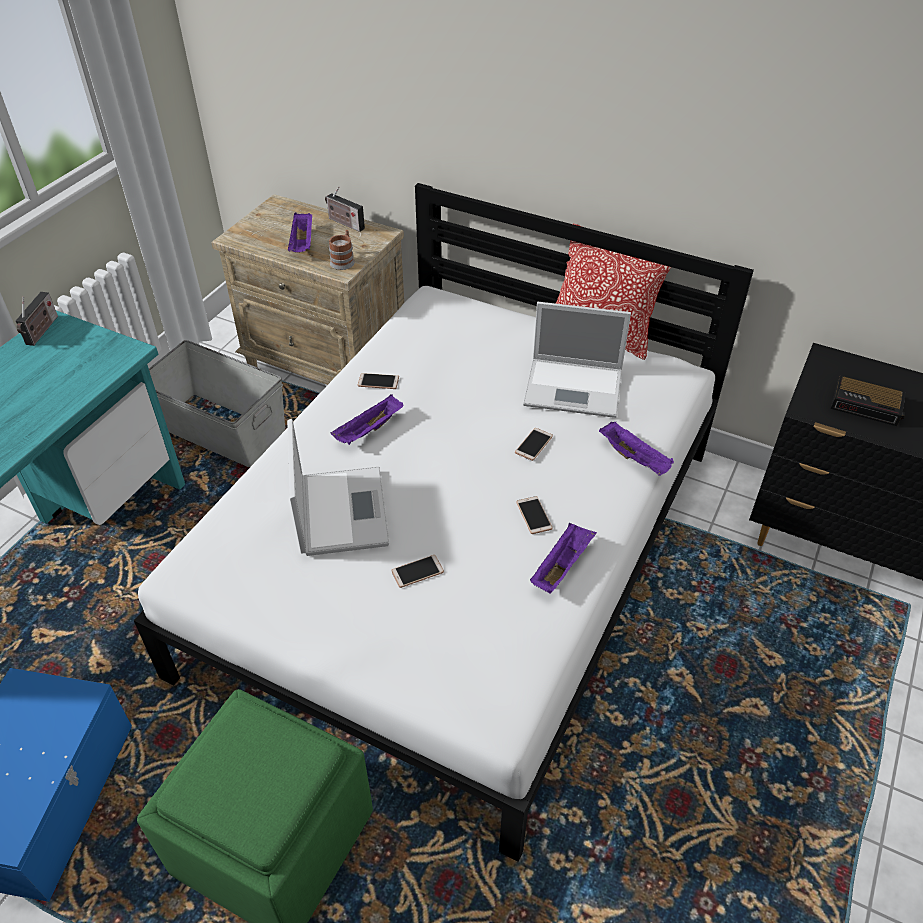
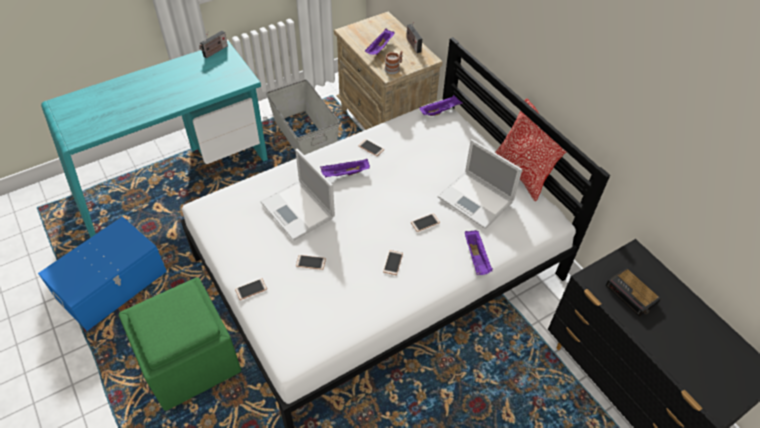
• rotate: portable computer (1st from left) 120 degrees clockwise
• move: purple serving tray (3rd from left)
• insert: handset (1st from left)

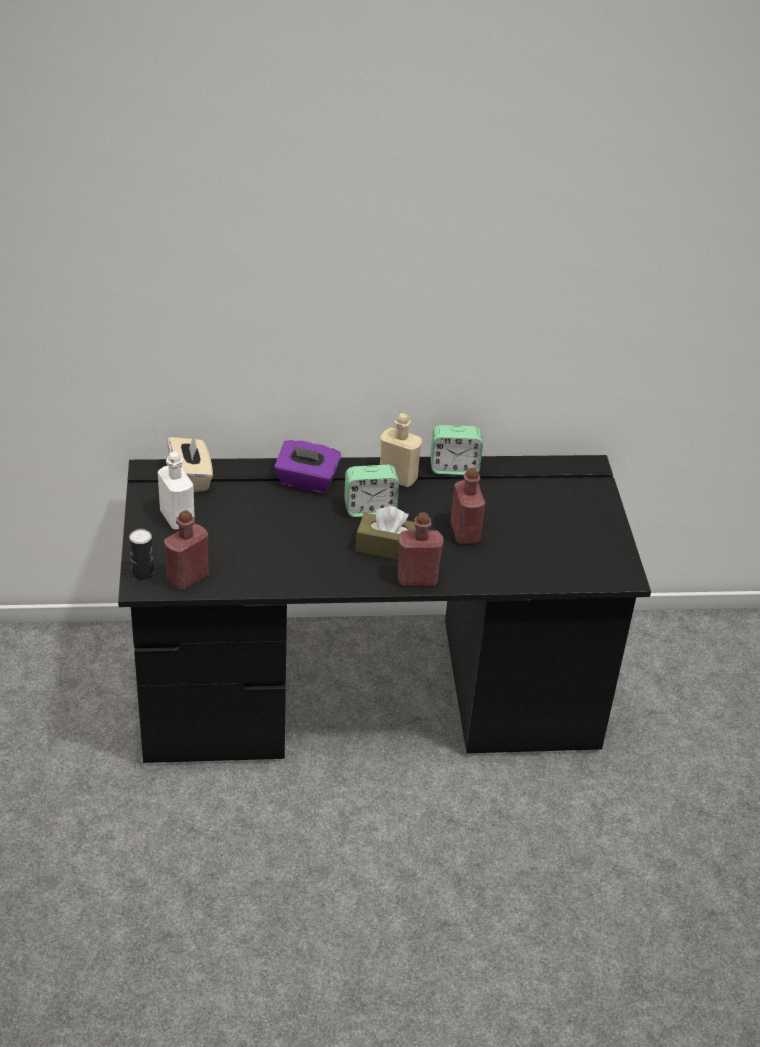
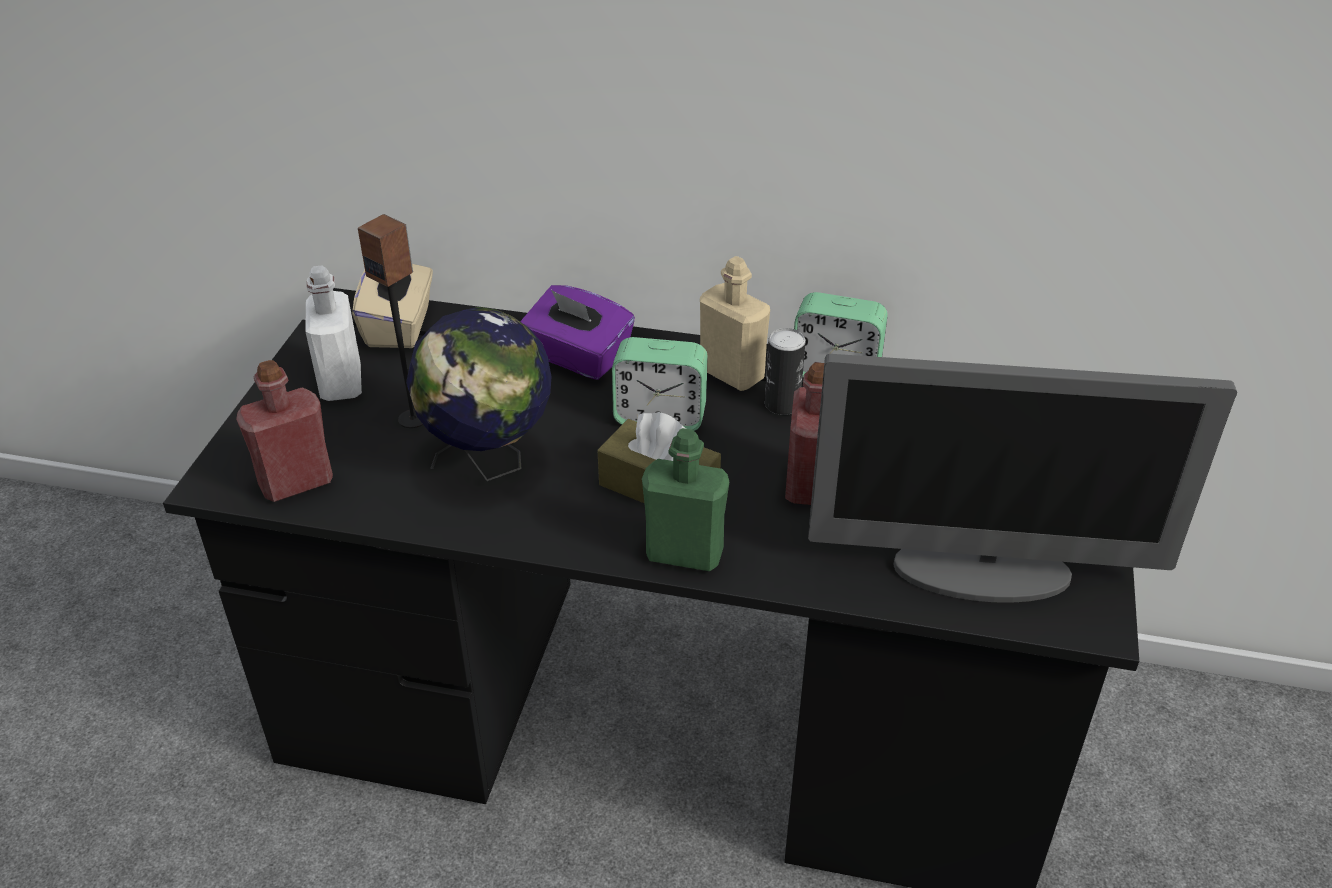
• recolor: red-coloured drink bottle (2nd from left) to green-coloured drink bottle
• move: can
• insert: audio speaker
• insert: globe
• insert: monitor

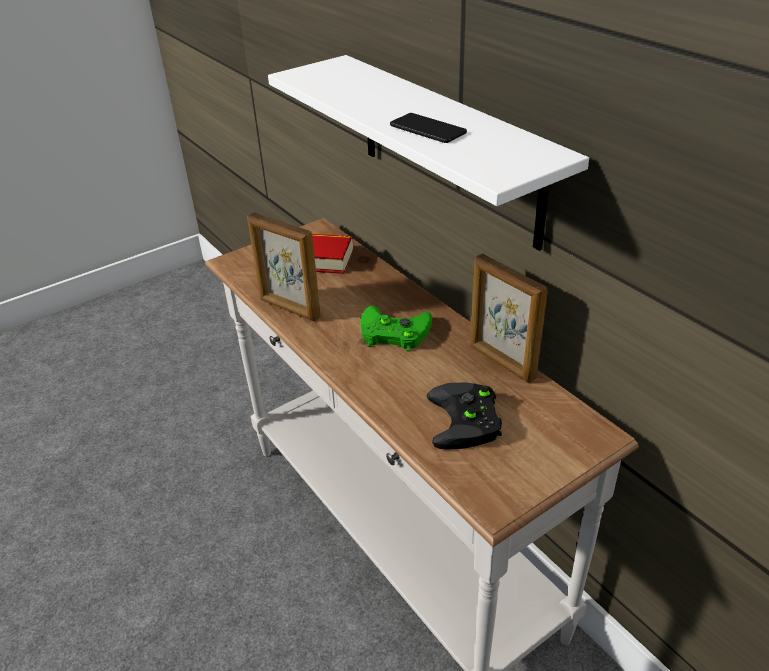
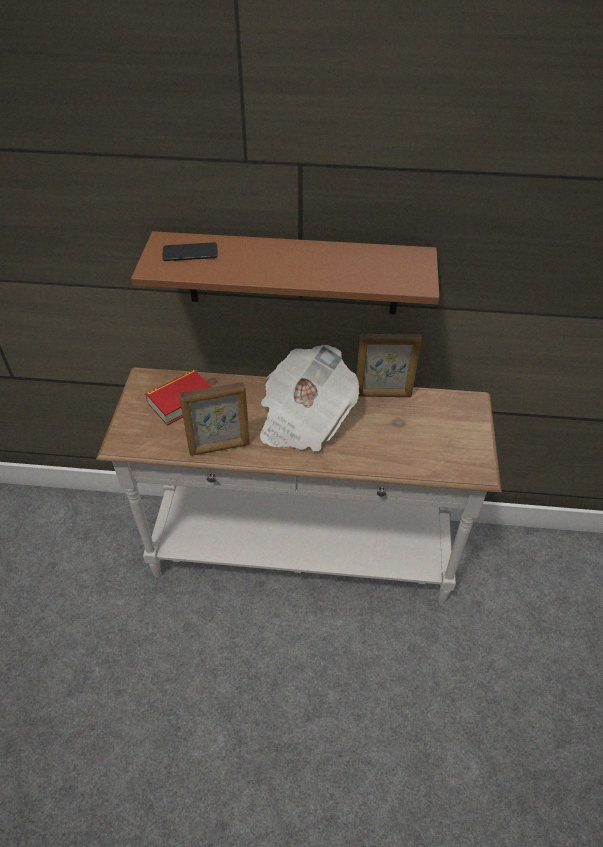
• recolor: white-coloured shelf to brownish shelf
• move: handset
• replace: green-coloured joypad to printed paper
• delete: black-coloured joypad

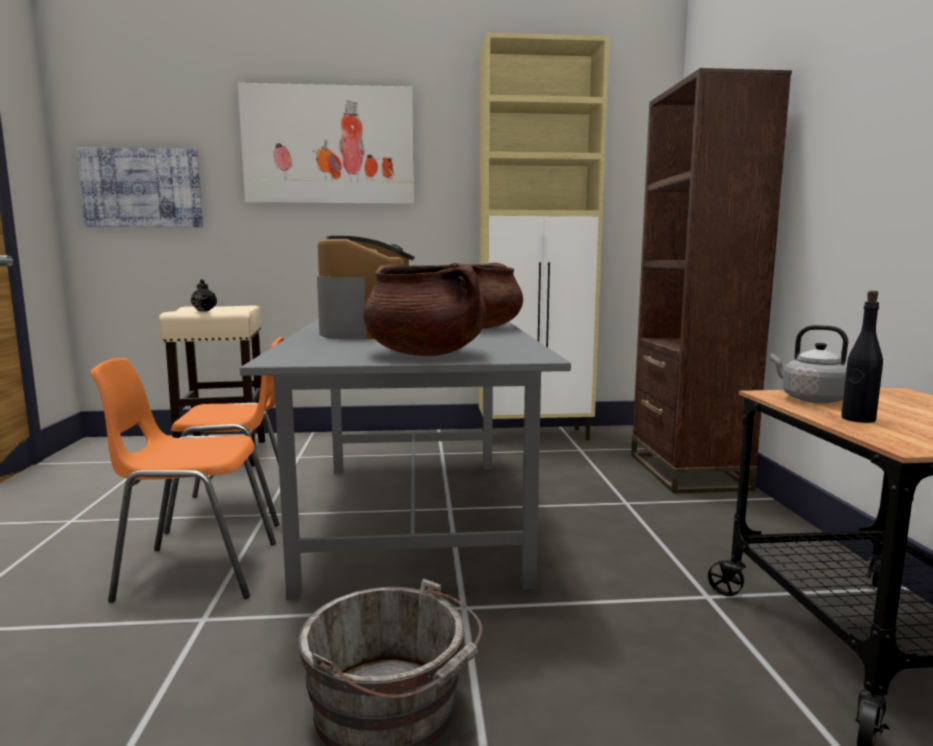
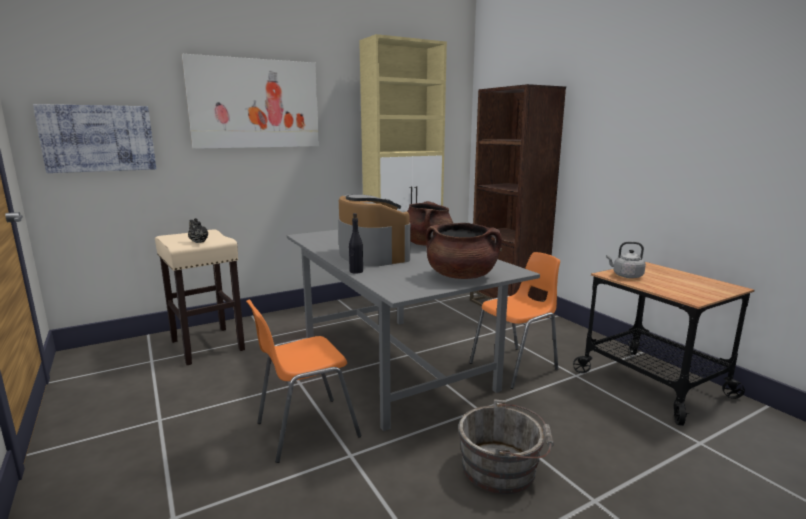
• move: black-coloured drink bottle
• move: orange chair (2nd from left)

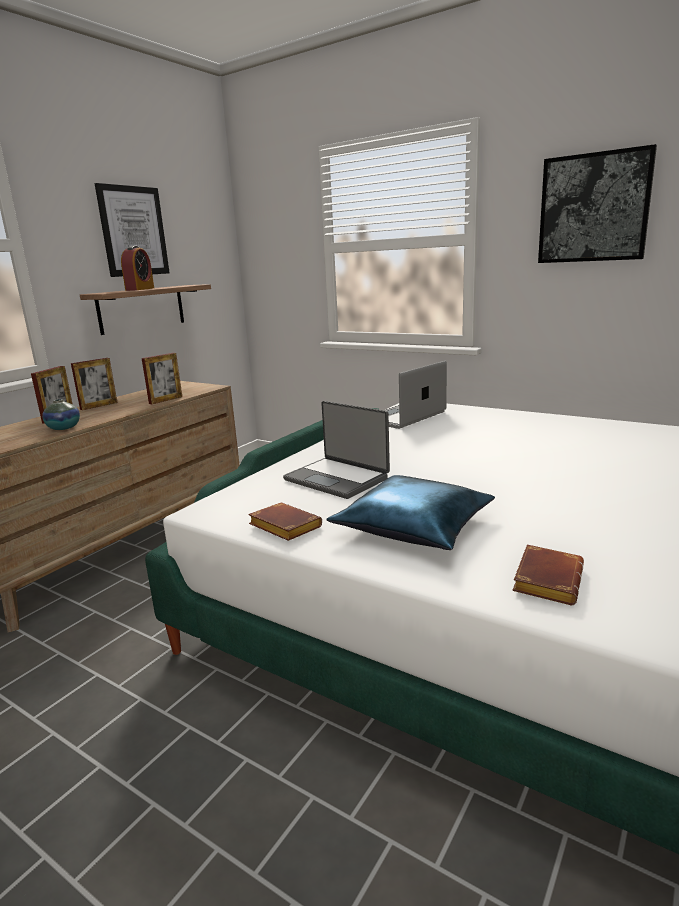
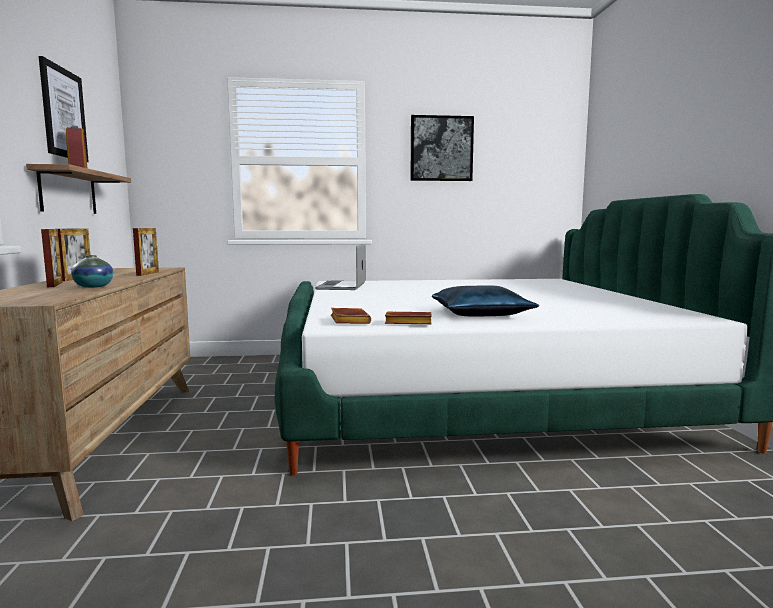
• delete: portable computer (1st from left)
• move: brownish bound book (2nd from left in the first image) to brownish bound book (1st from left)

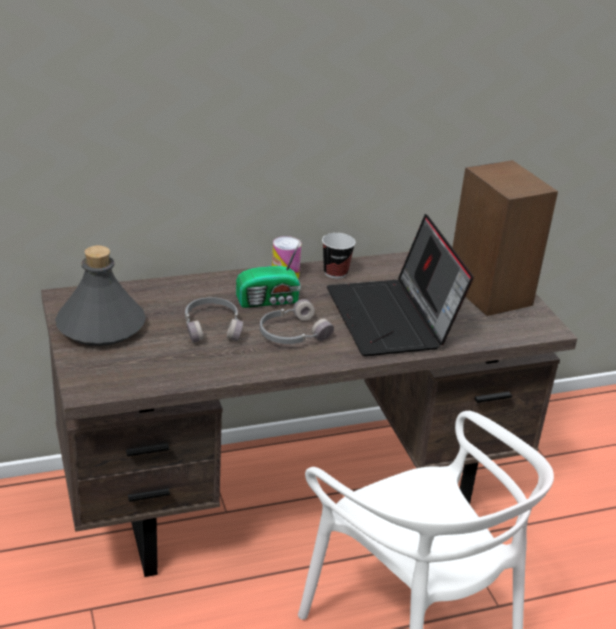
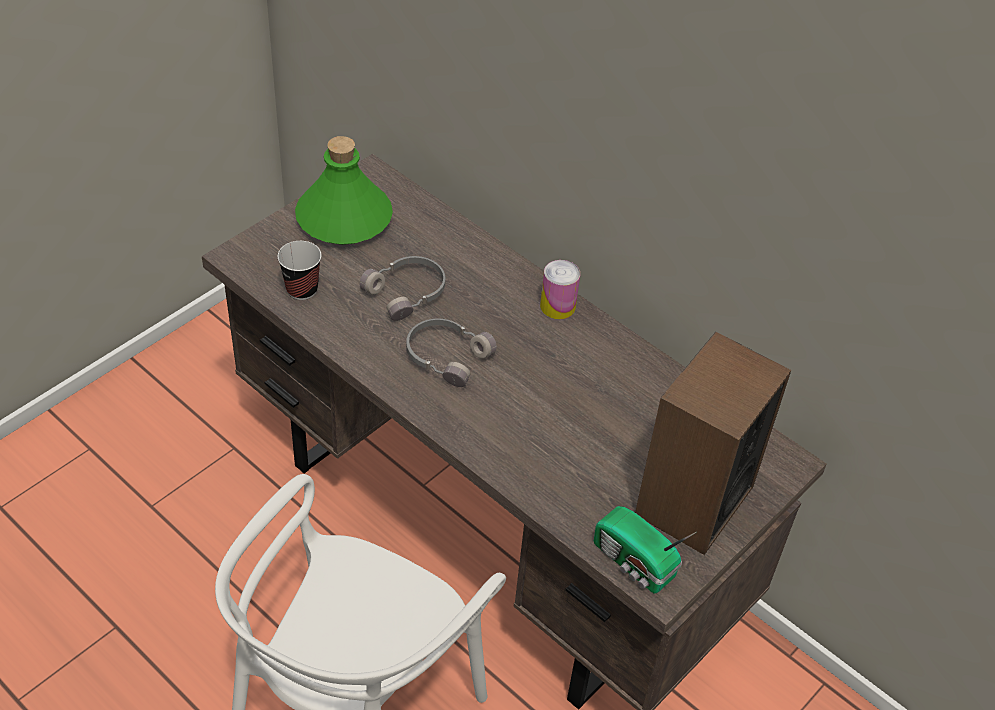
• delete: portable computer
• move: drinking cup
• move: radio
• recolor: greyish drink bottle to green-coloured drink bottle

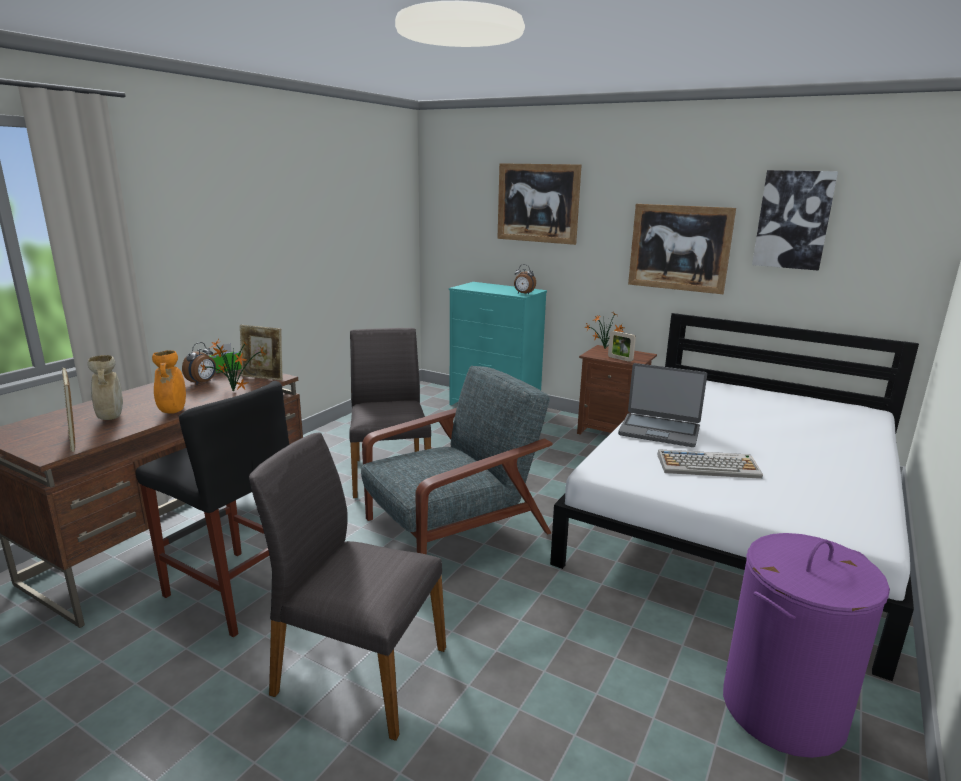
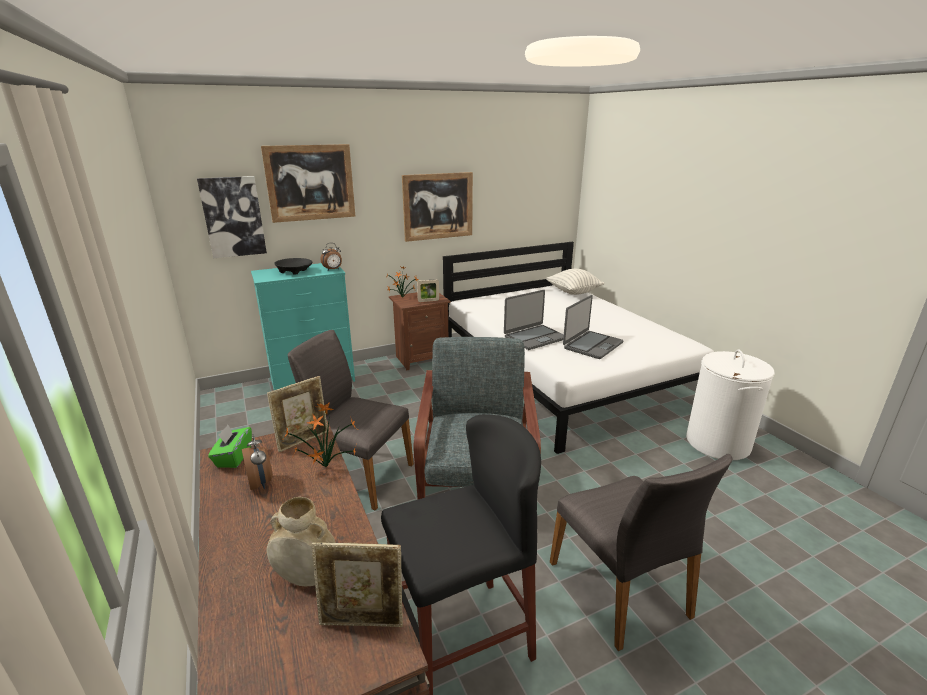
• move: wall art (3rd from left in the first image) to wall art (1st from left)
• delete: orange decorative vase
• rotate: greyish chair (1st from left in the first image) 75 degrees counterclockwise
• replace: keyboard to portable computer (2nd from left)
• recolor: purple hamper to white-coloured hamper
• insert: black-coloured deep dish
• insert: pillow

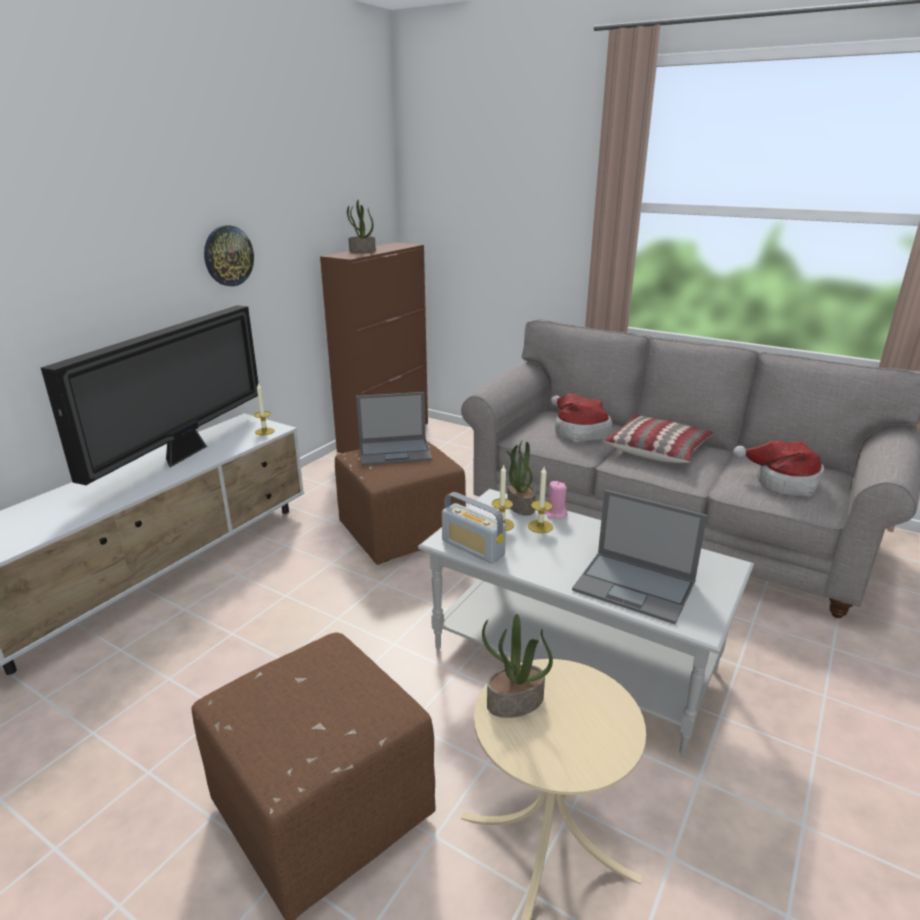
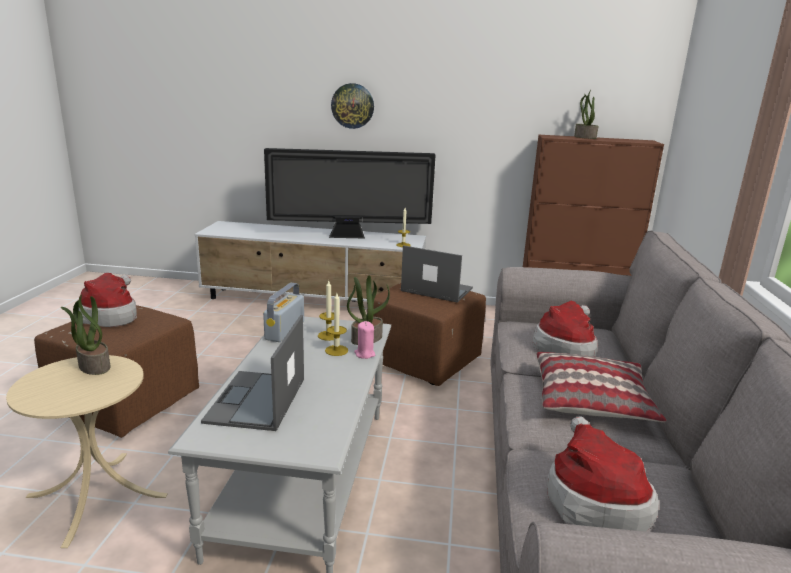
• move: clock on the wall
• rotate: portable computer (1st from left in the first image) 150 degrees clockwise
• insert: wearable hat (1st from left)

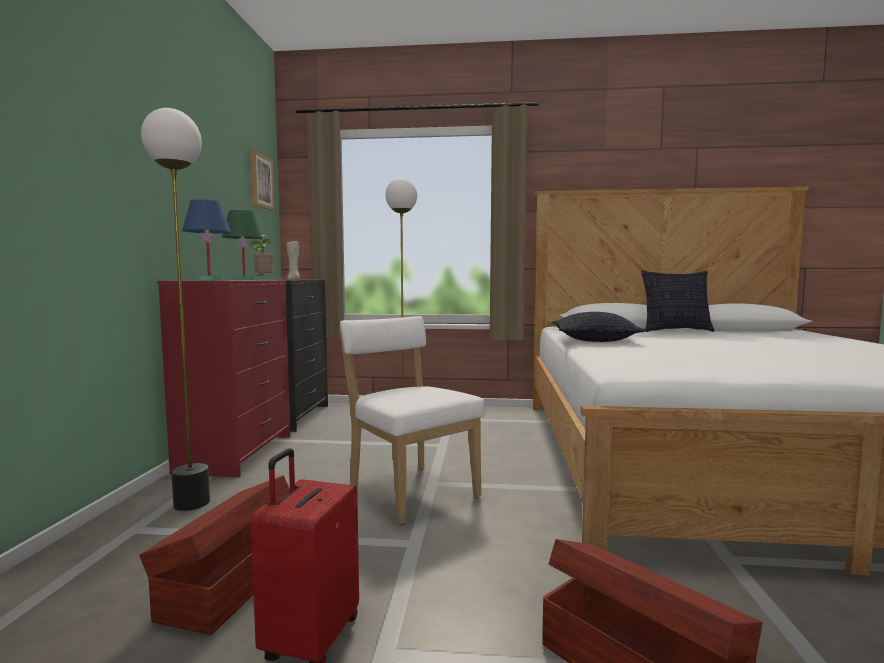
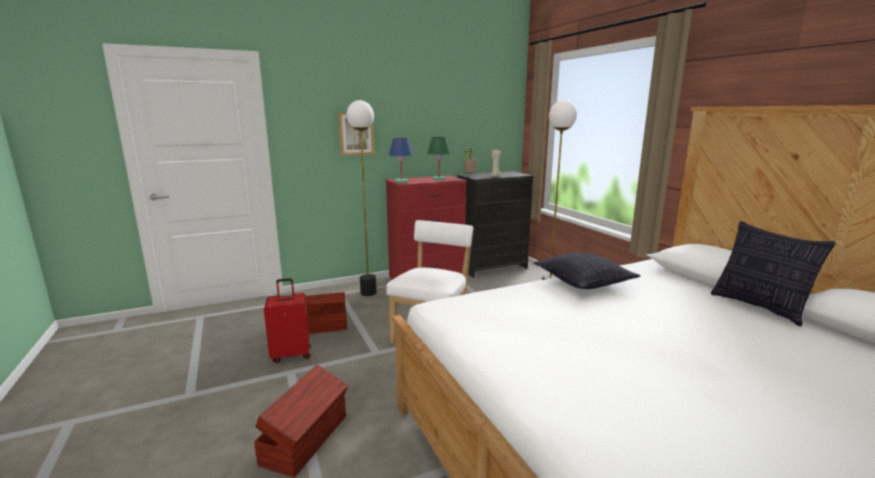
• move: wall art

